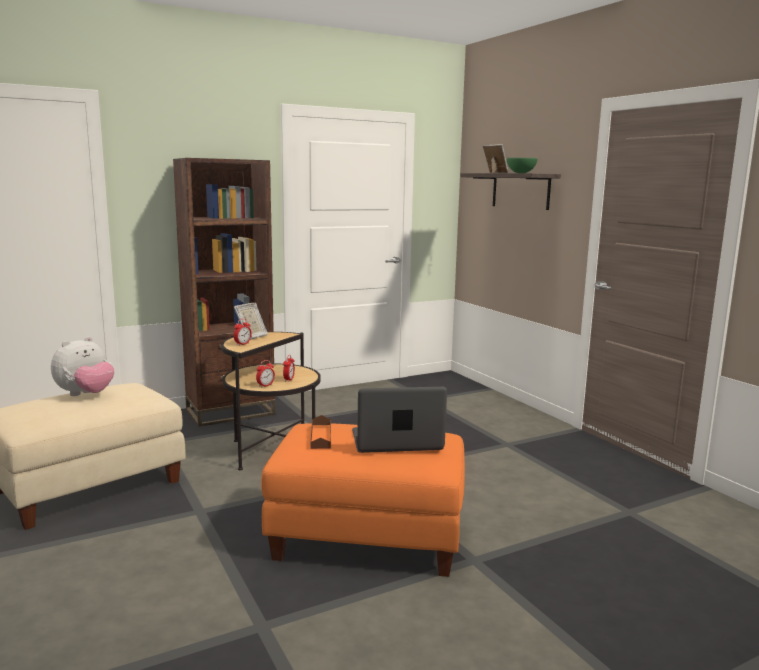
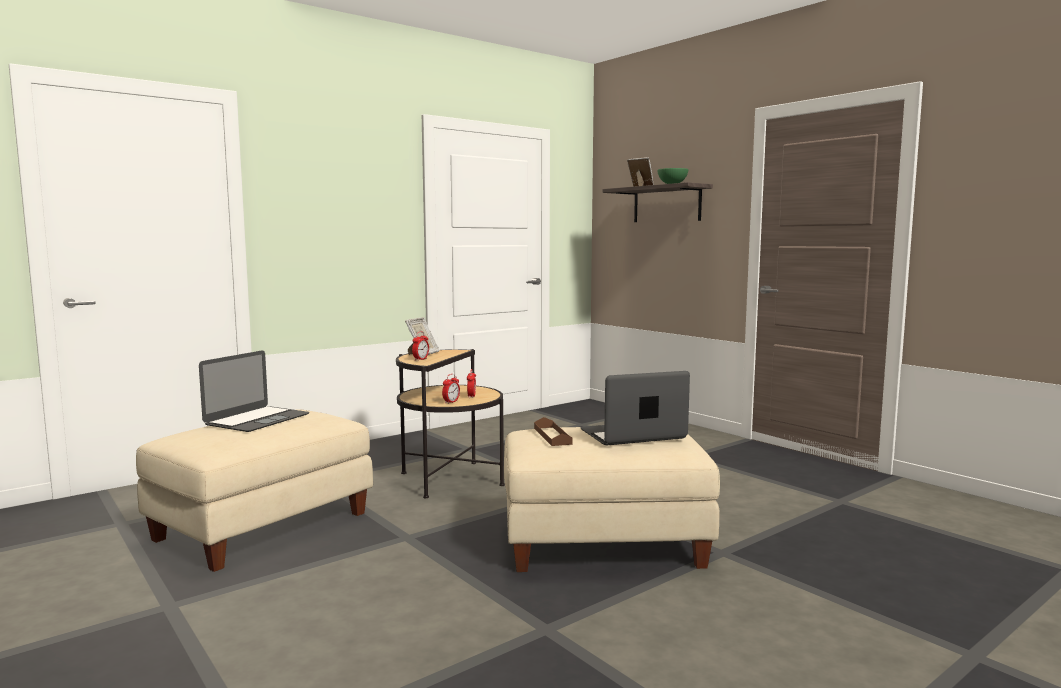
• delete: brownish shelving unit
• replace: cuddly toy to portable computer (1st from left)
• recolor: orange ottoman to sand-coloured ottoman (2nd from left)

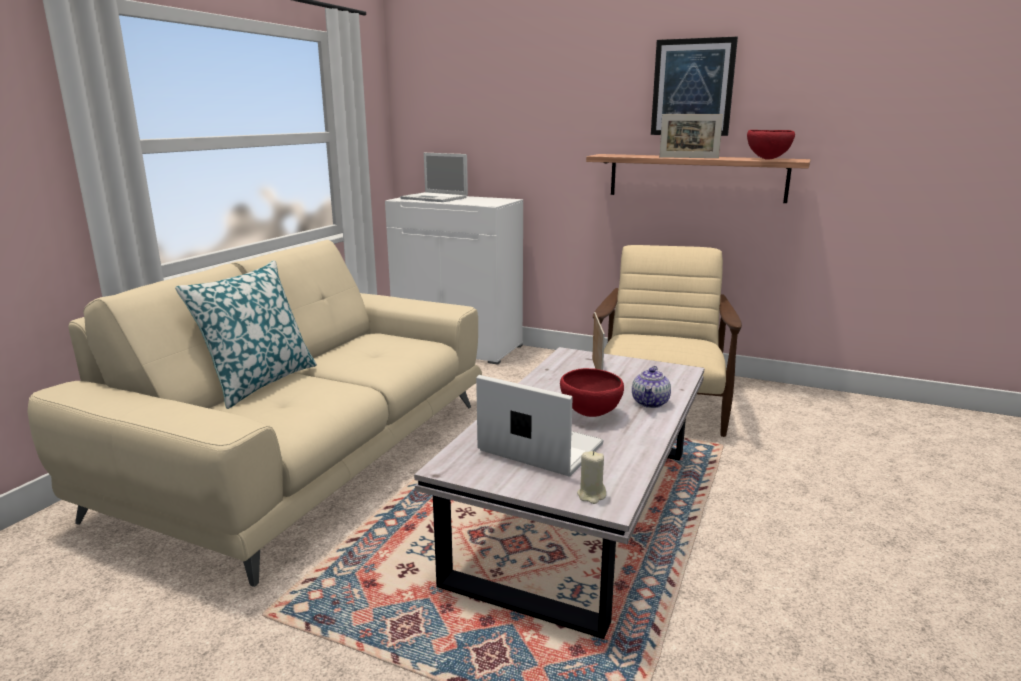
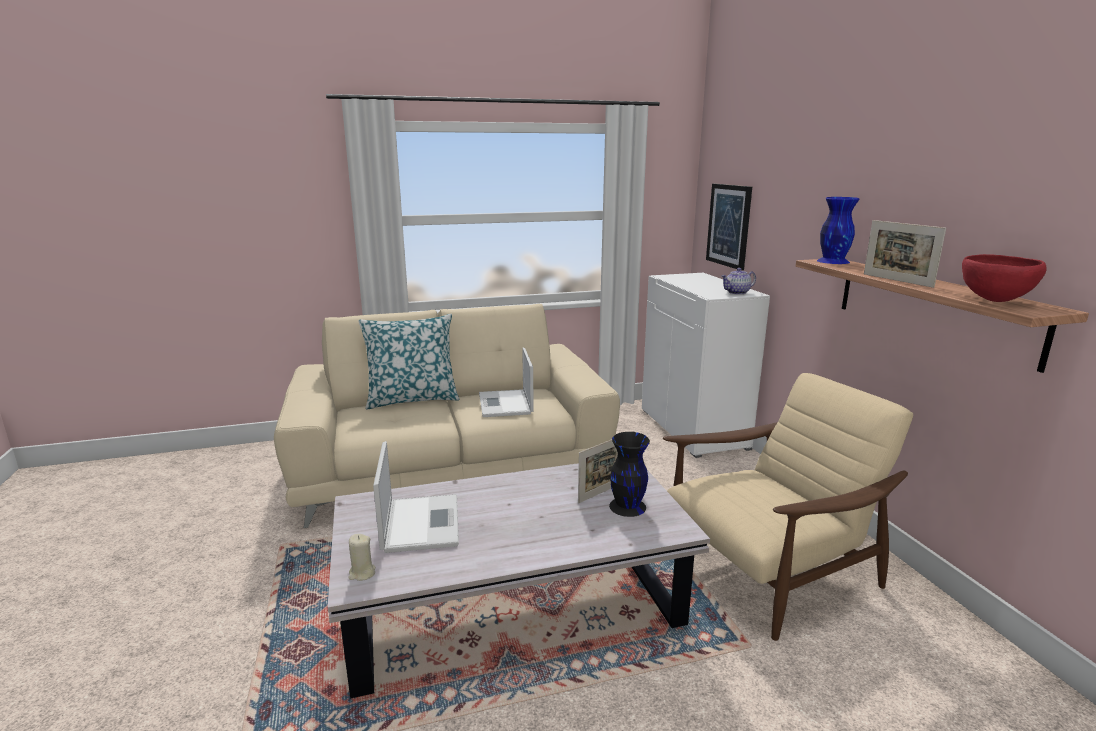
• move: wall art
• move: portable computer (1st from left in the first image) to portable computer (2nd from left)
• move: tea pot
• delete: red-coloured deep dish (1st from left)
• insert: blue decorative vase
• insert: black-coloured decorative vase

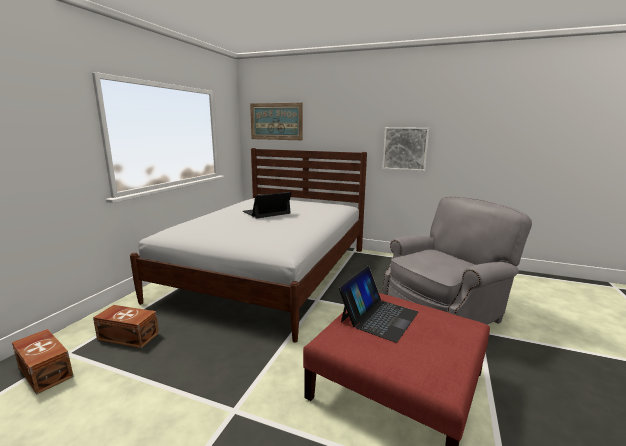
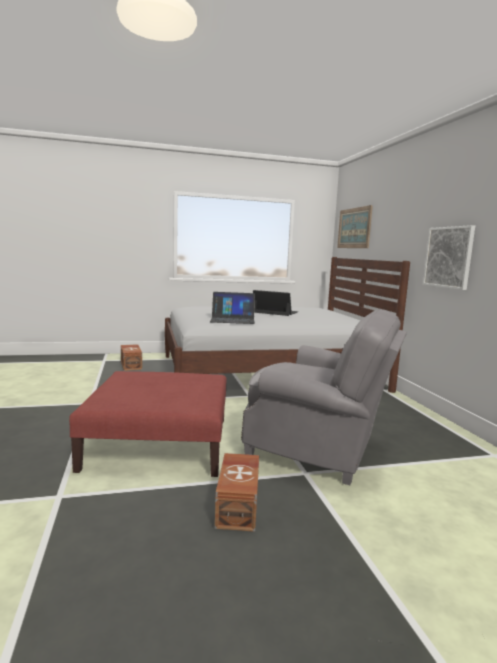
• move: portable computer (2nd from left in the first image) to portable computer (1st from left)
• move: brownish storage container (1st from left in the first image) to brownish storage container (2nd from left)

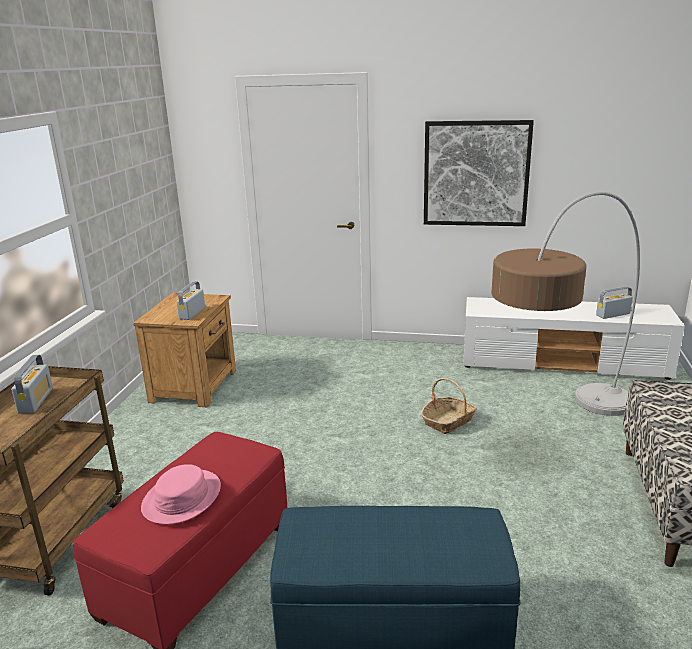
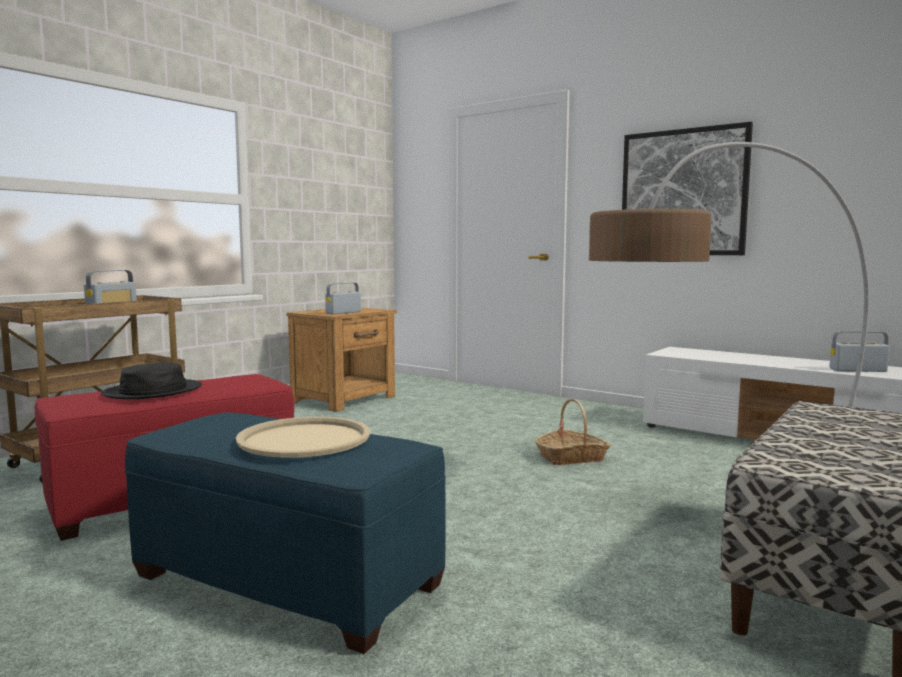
• recolor: pinkish wearable hat to black-coloured wearable hat
• insert: sand-coloured serving tray

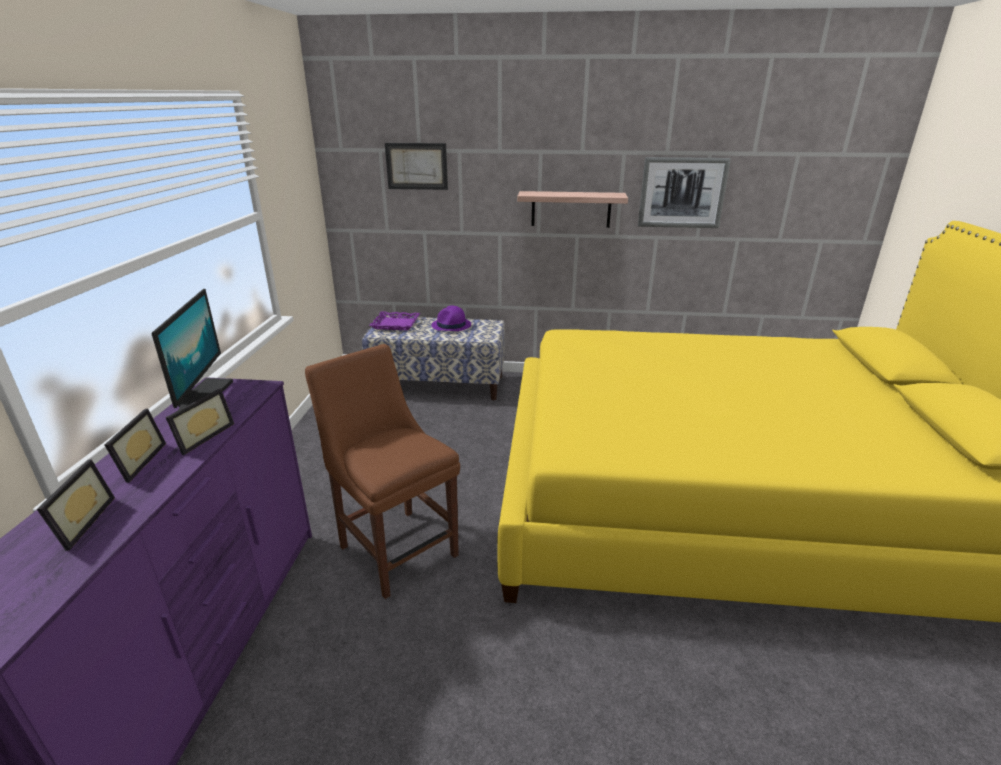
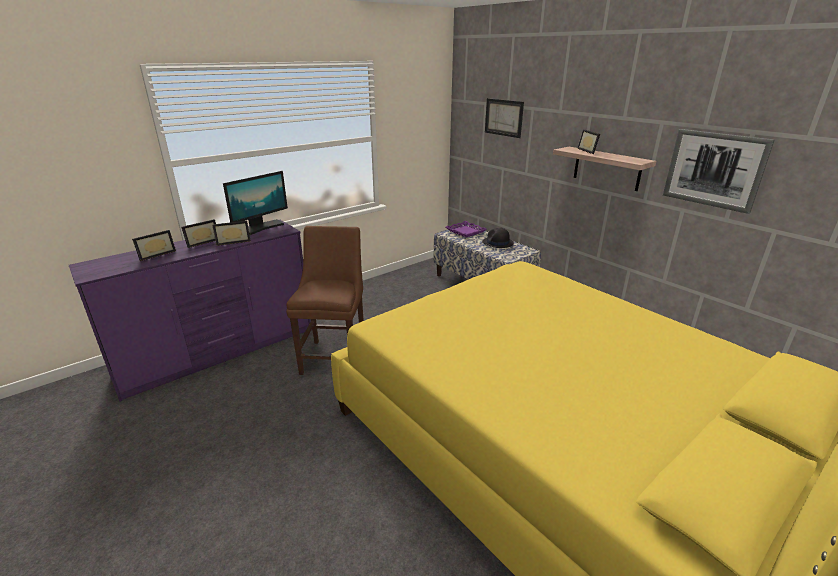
• recolor: purple wearable hat to black-coloured wearable hat
• insert: photo frame (4th from left)

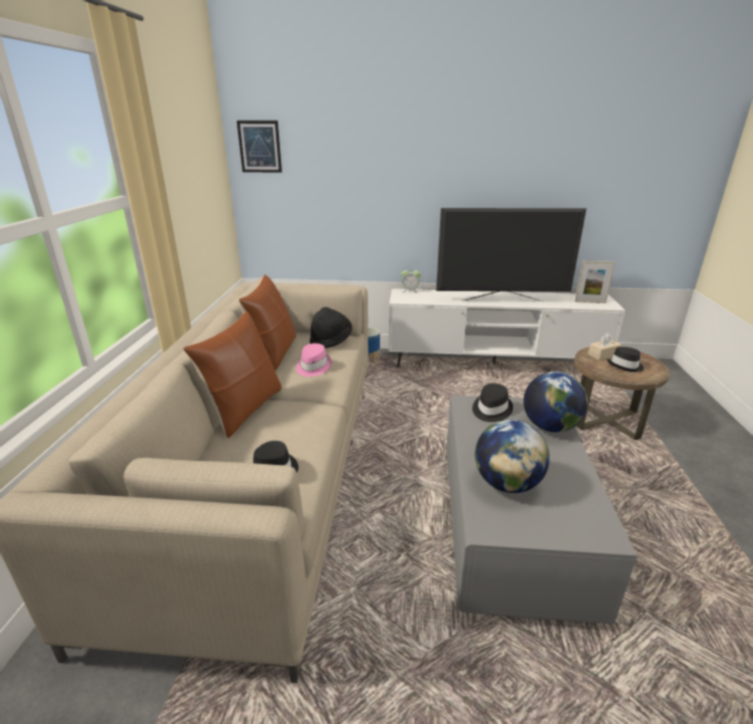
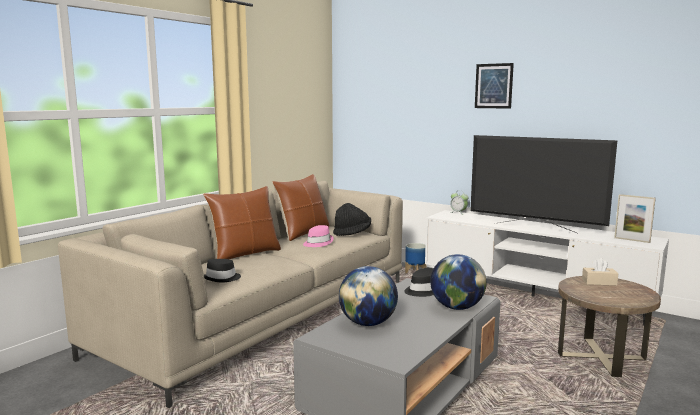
• move: wall art
• delete: black-coloured wearable hat (4th from left)

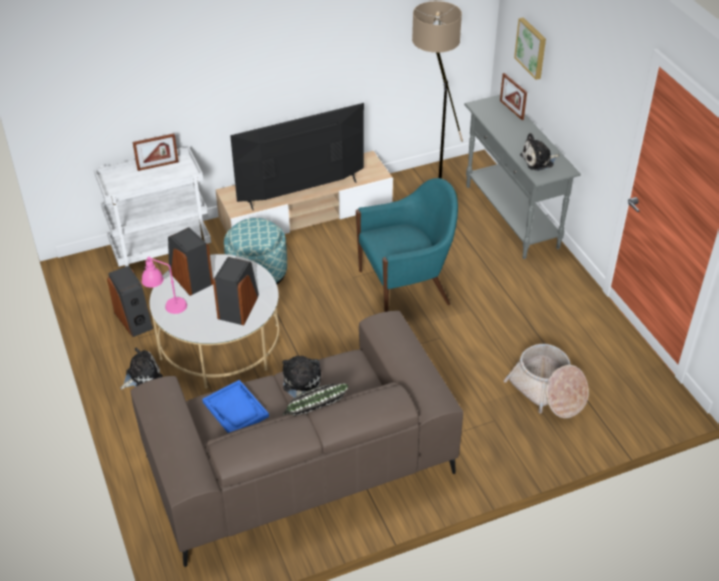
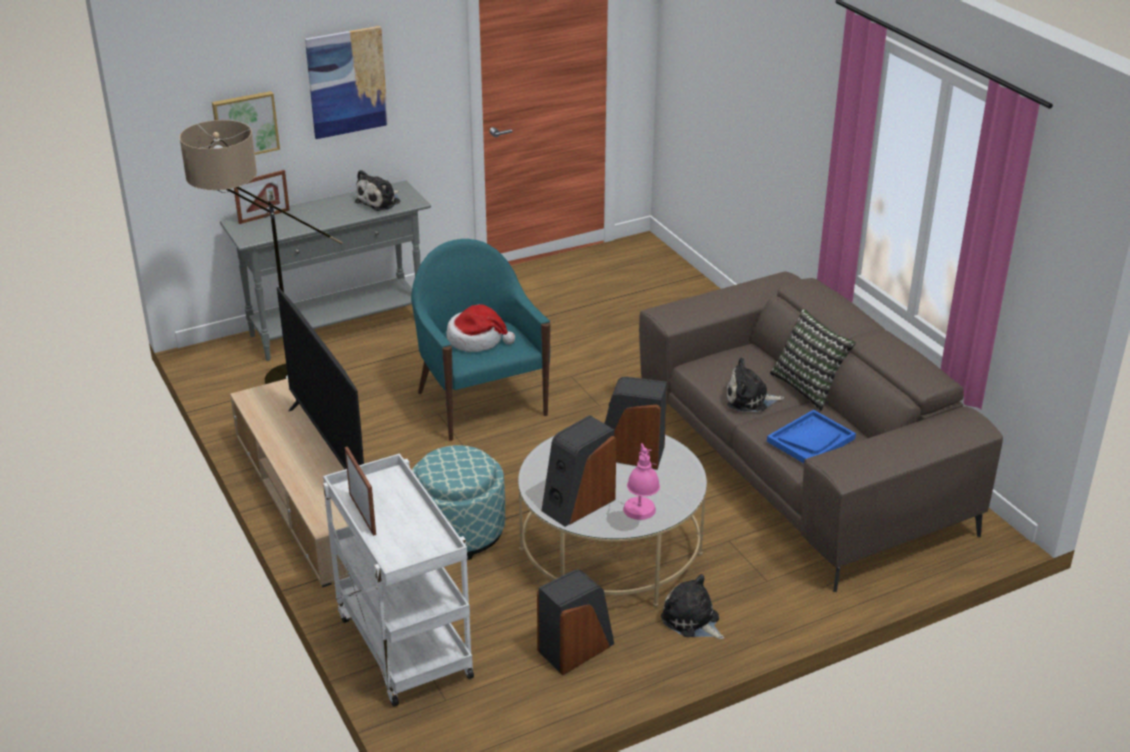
• rotate: cuddly toy (3rd from left in the first image) 60 degrees clockwise
• delete: basket
• insert: wall art (2nd from left)
• insert: wearable hat

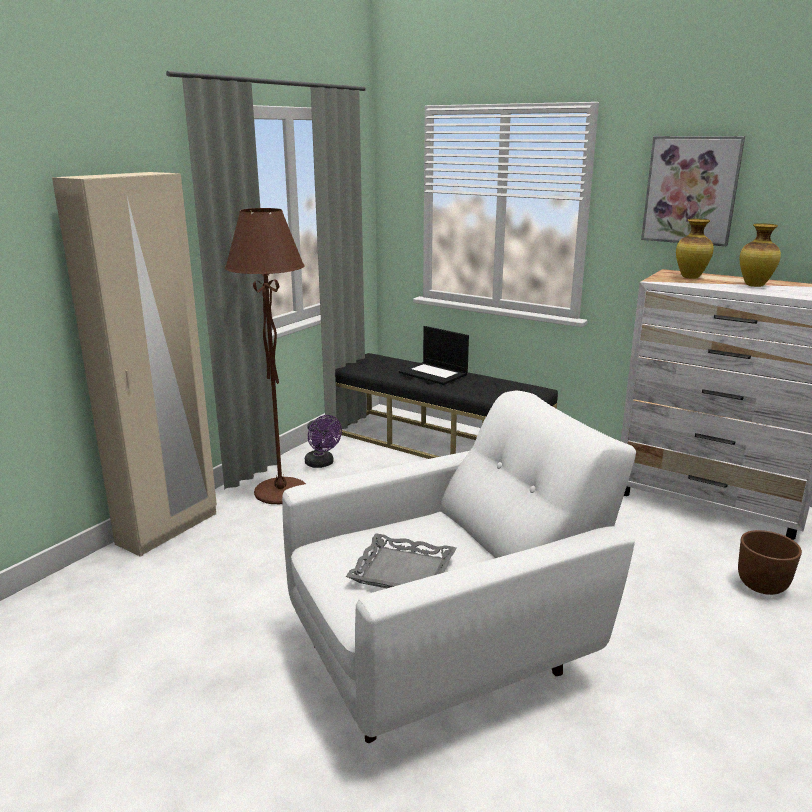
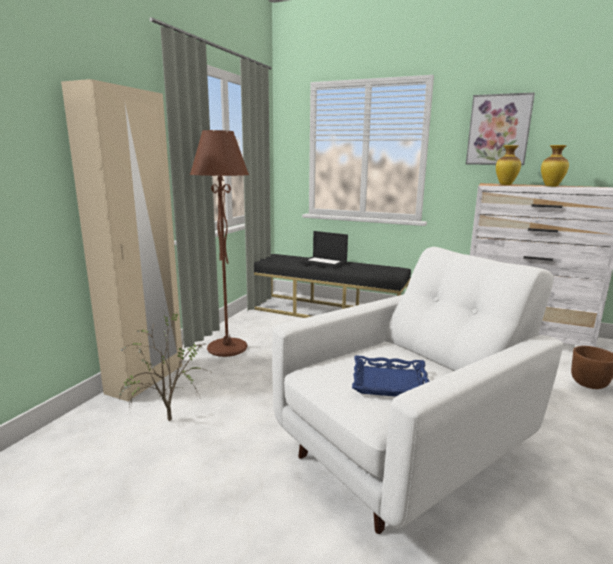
• delete: purple fan
• recolor: greyish serving tray to blue serving tray
• insert: plant in a pot

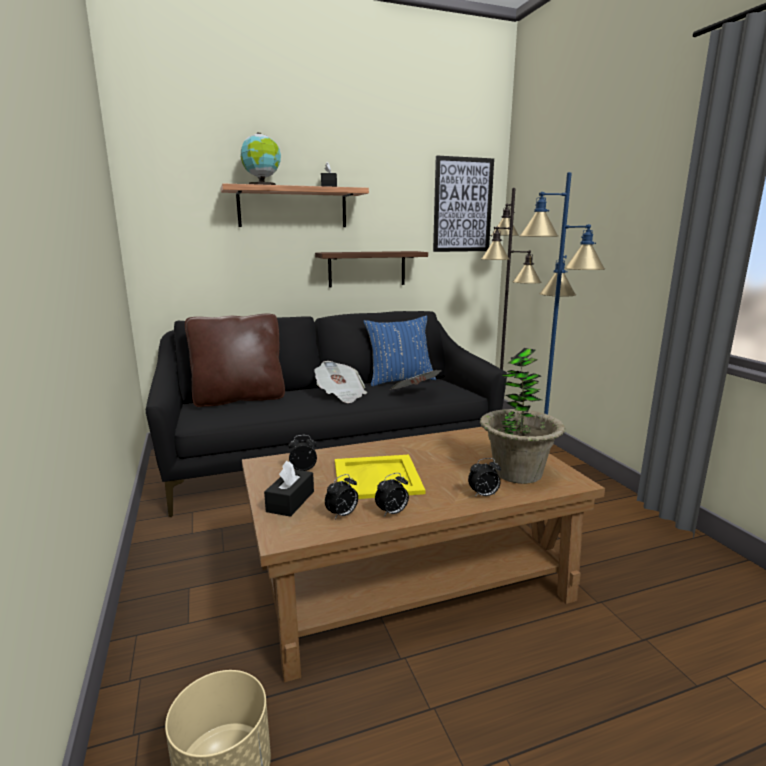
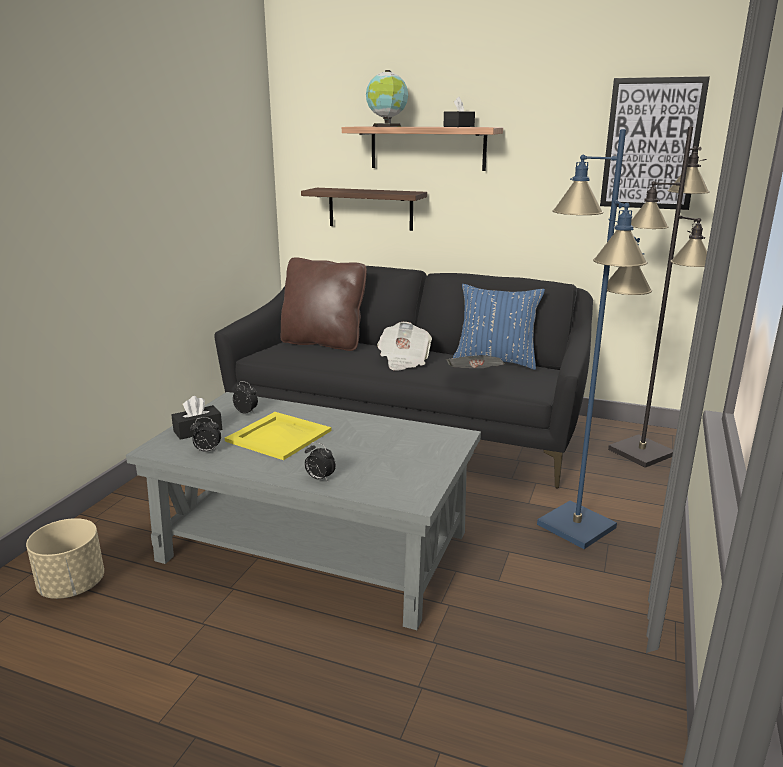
• move: shelf (2nd from left in the first image) to shelf (1st from left)
• delete: plant in a pot
• recolor: brownish lounge table to greyish lounge table
• delete: alarm clock (3rd from left)

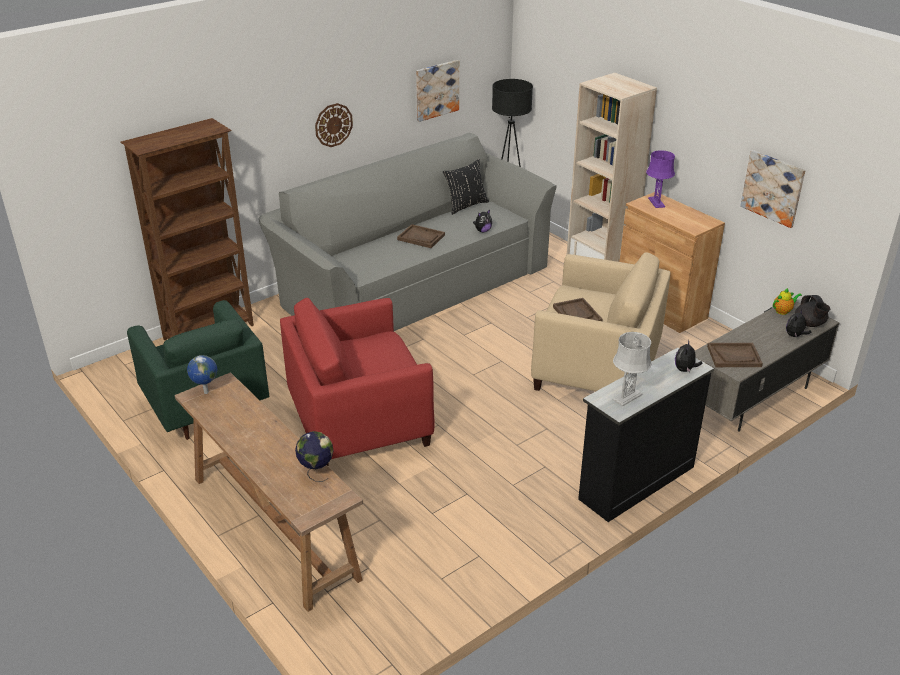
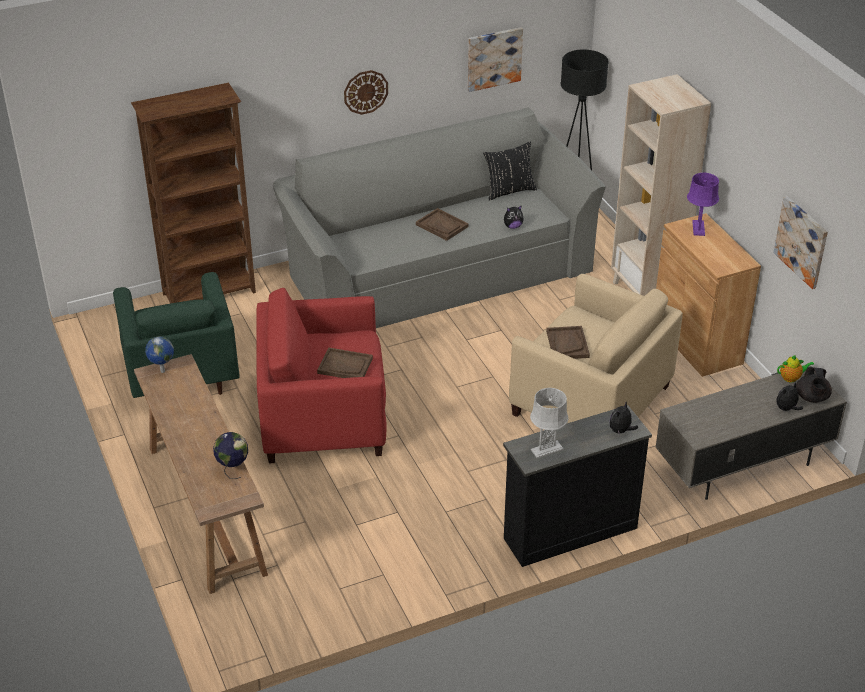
• move: brownish serving tray (3rd from left in the first image) to brownish serving tray (1st from left)

